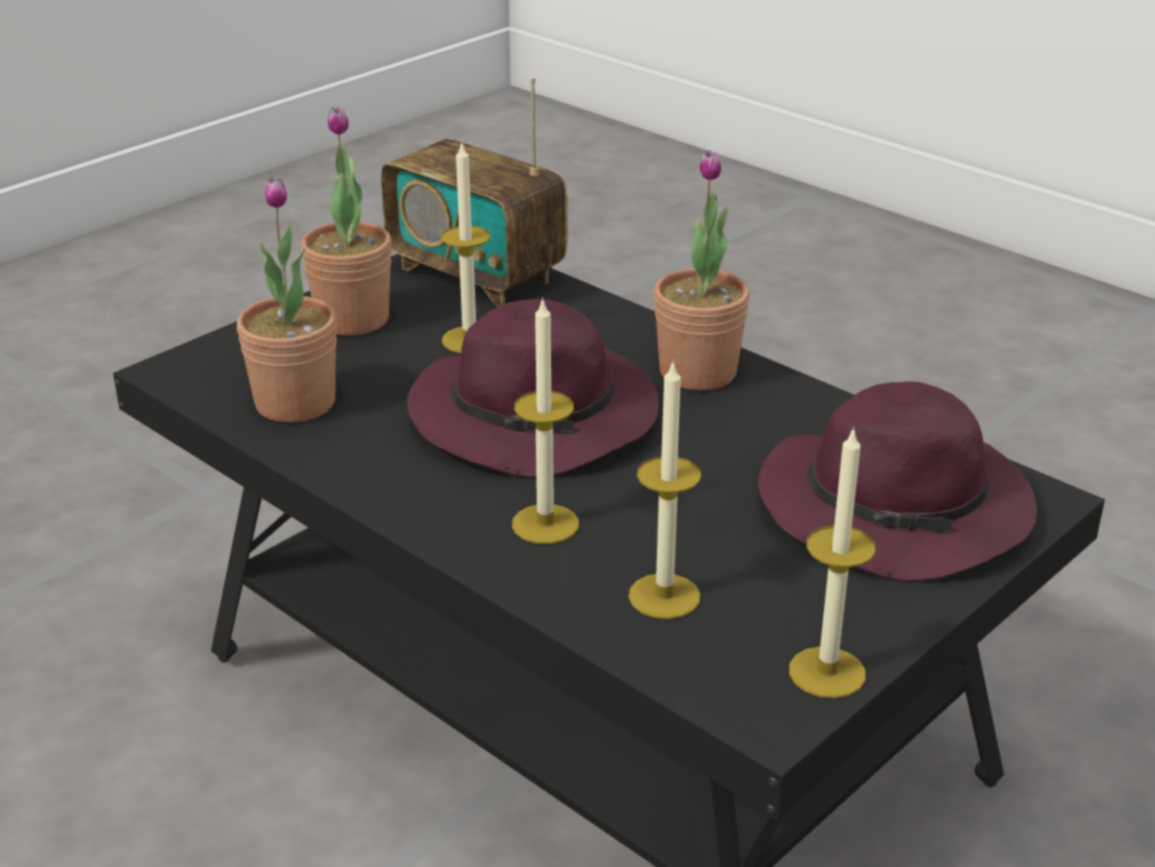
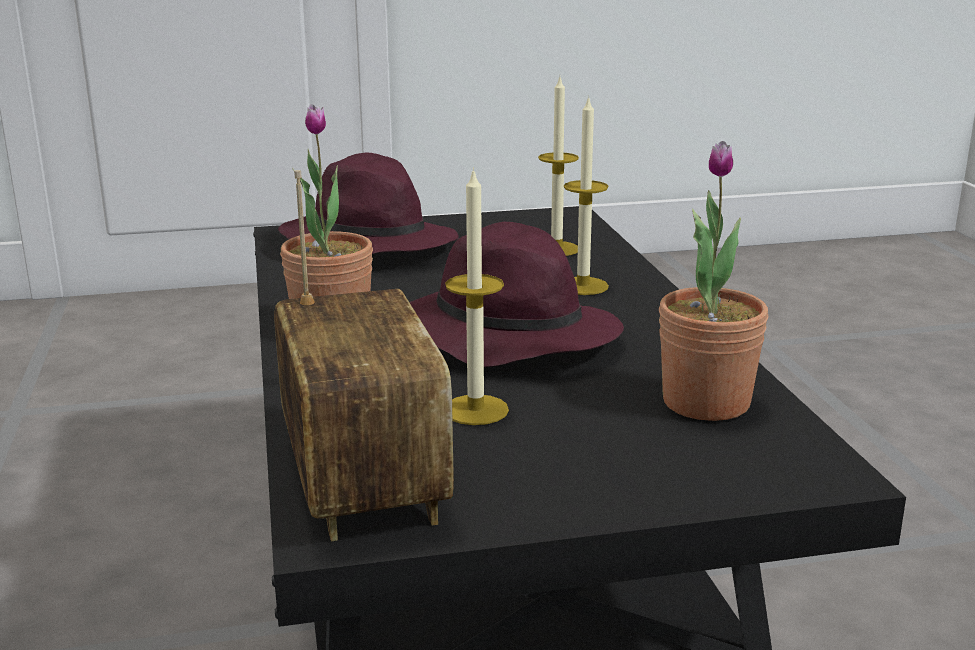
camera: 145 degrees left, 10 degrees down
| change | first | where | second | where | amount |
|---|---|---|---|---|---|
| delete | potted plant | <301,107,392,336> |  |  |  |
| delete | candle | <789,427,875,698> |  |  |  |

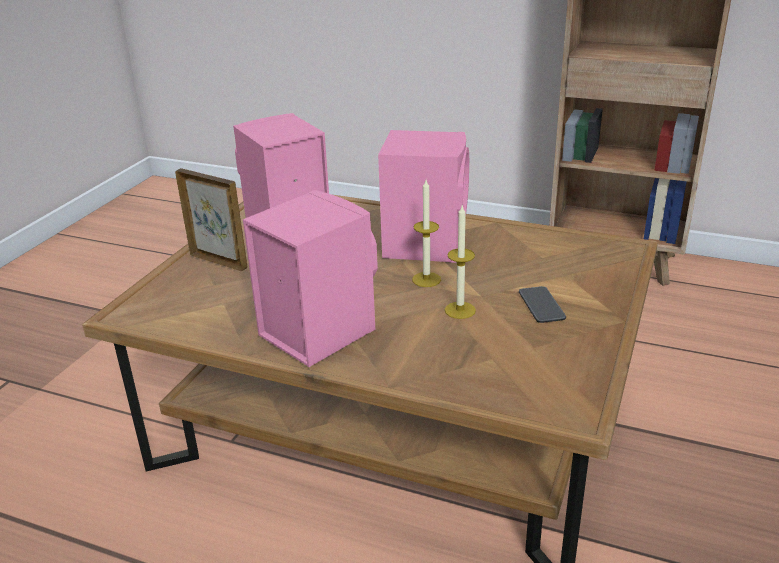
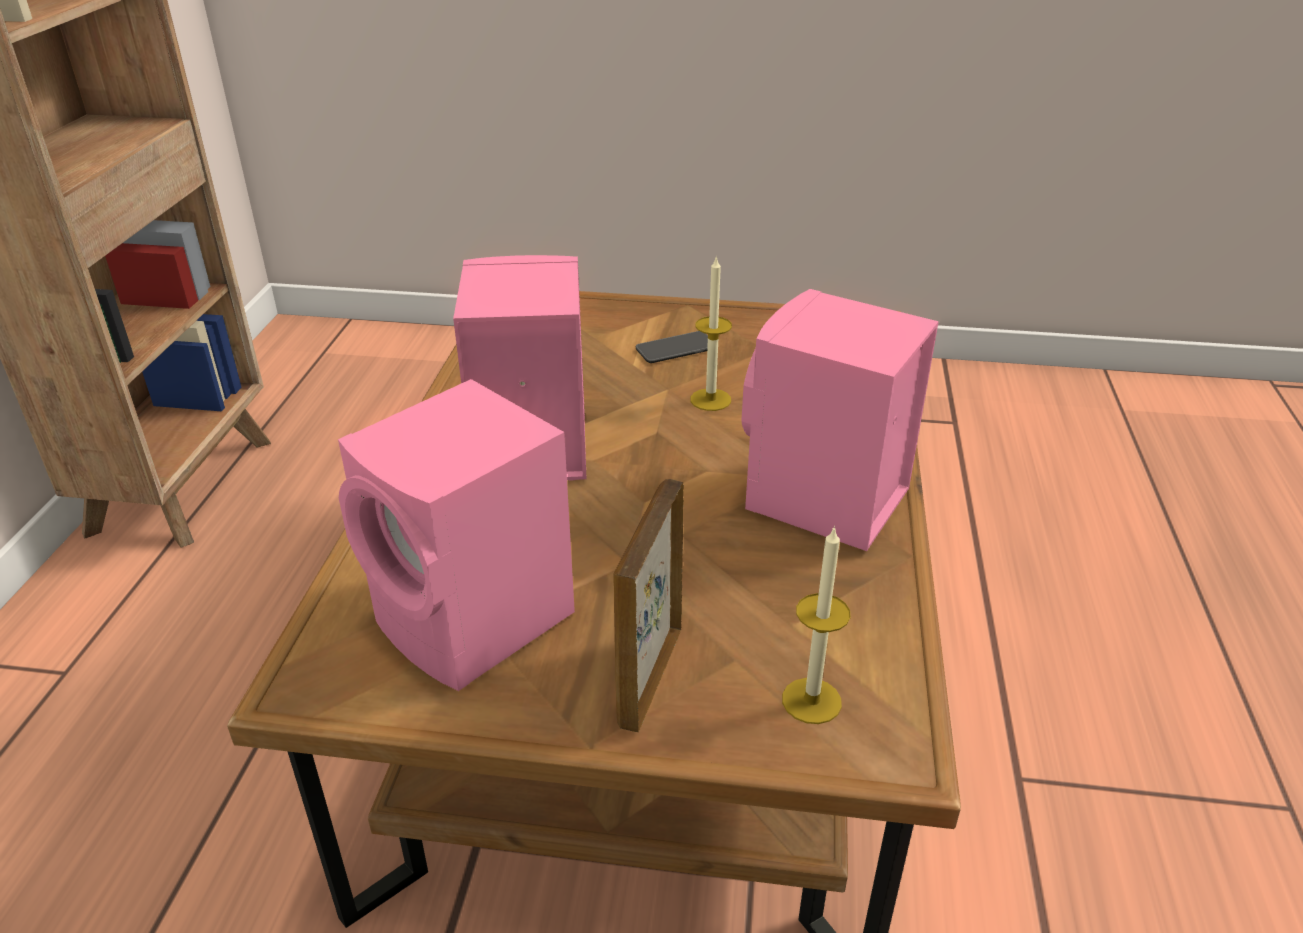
camera: 105 degrees left, 5 degrees up
| change | first | where | second | where | amount |
|---|---|---|---|---|---|
| move | candle | <412,180,441,287> |  | <782,526,851,724> |  |

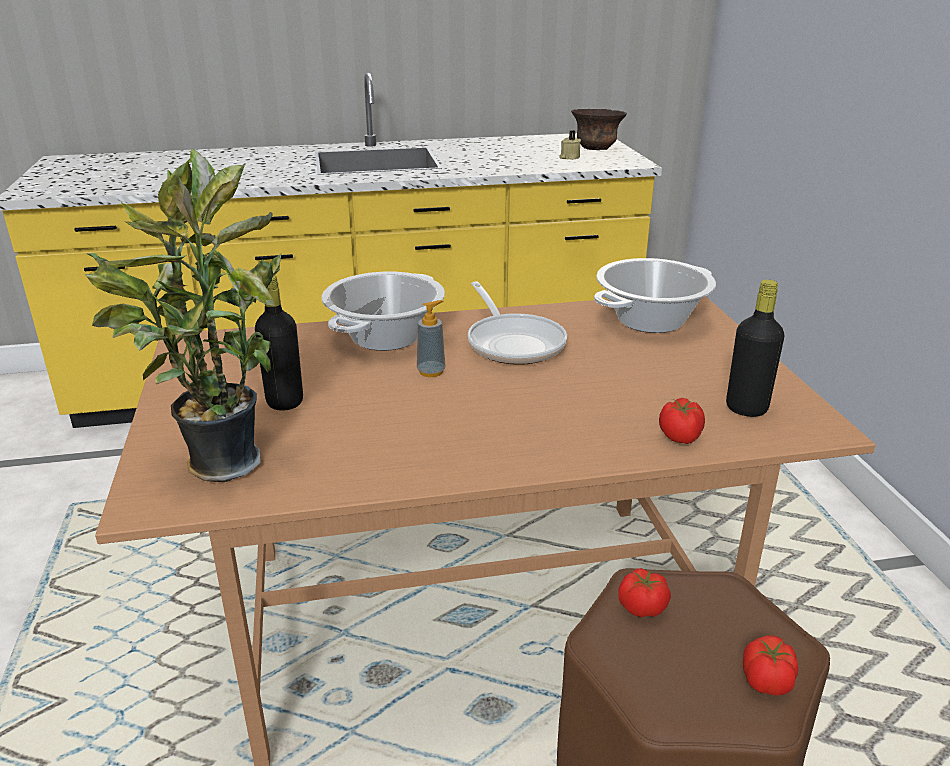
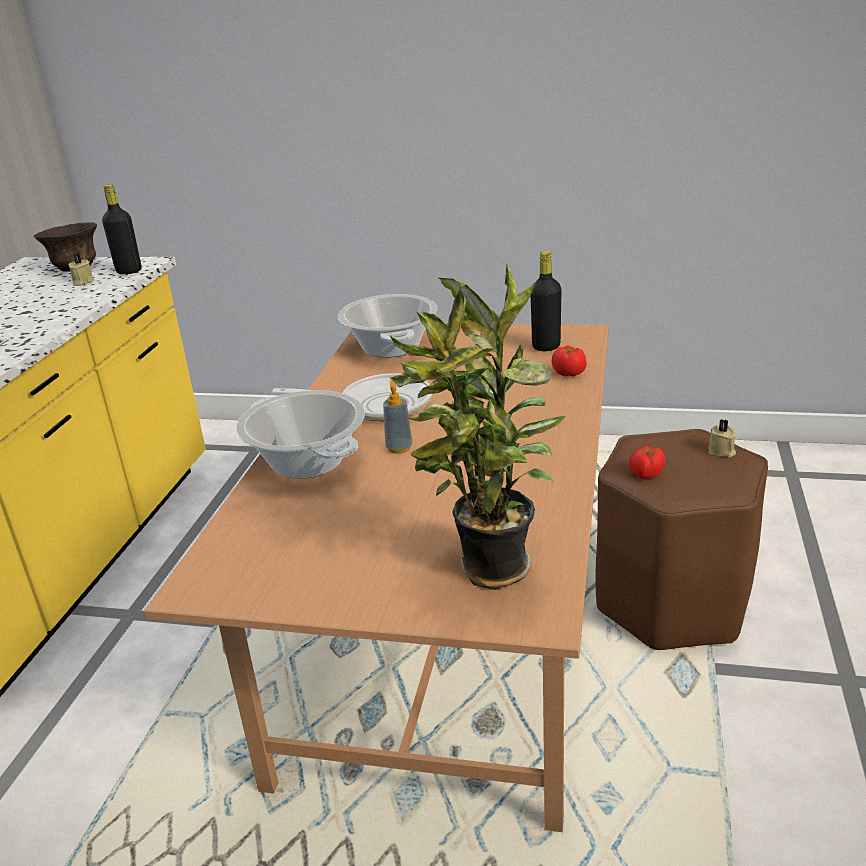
camera: 65 degrees left, 0 degrees up
| change | first | where | second | where | amount |
|---|---|---|---|---|---|
| move | black bottle | <255,275,303,411> |  | <102,184,141,274> |  |
| replace | tomato | <743,635,799,696> | beige candle | <708,419,736,457> |  |

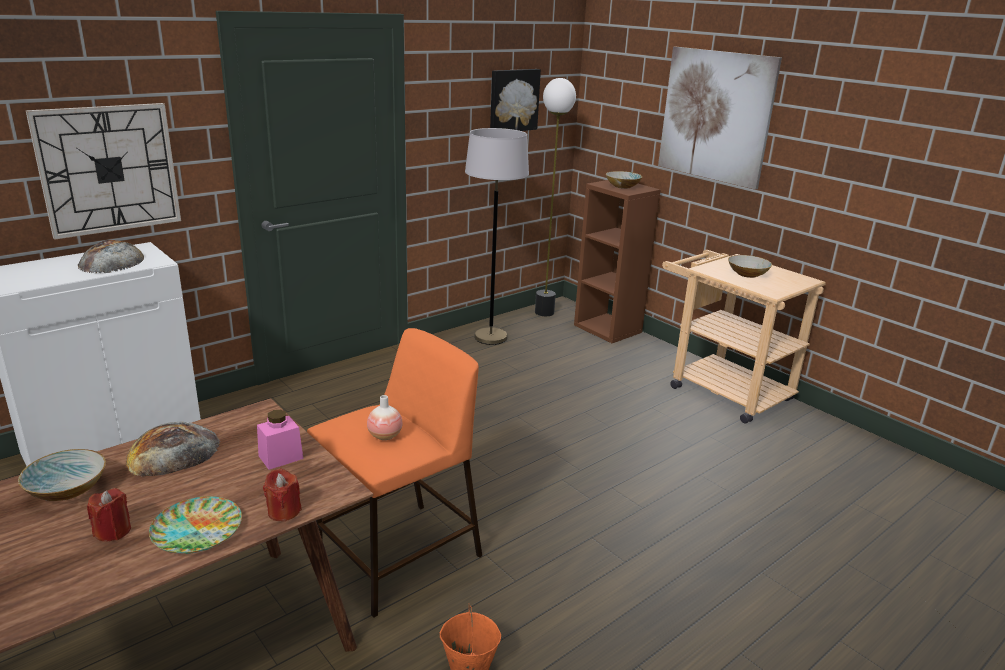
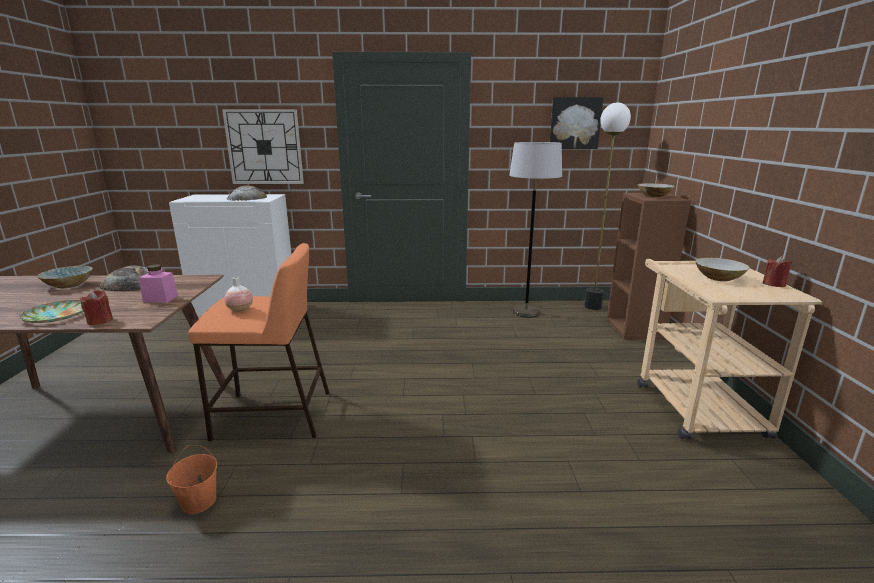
camera: 40 degrees right, 5 degrees down
| change | first | where | second | where | amount |
|---|---|---|---|---|---|
| delete | picture | <658,47,782,190> |  |  |  |
| move | red candle | <87,488,131,542> |  | <763,256,792,287> |  |

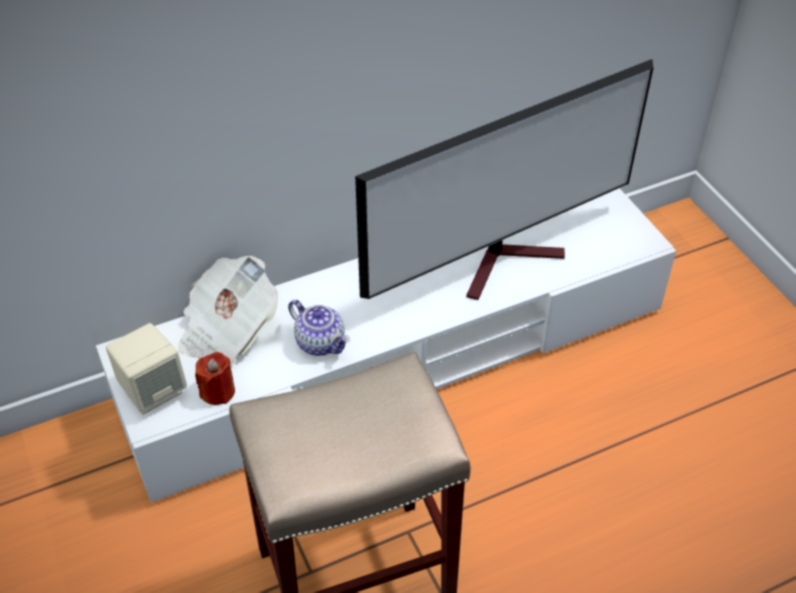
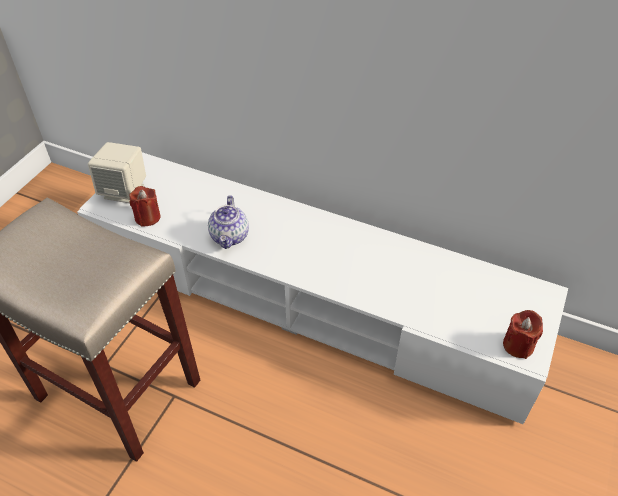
camera: 50 degrees right, 0 degrees up
| change | first | where | second | where | amount |
|---|---|---|---|---|---|
| delete | newspaper | <178,256,278,364> |  |  |  |
| delete | television | <355,59,653,300> |  |  |  |
| insert |  |  | red candle | <503,310,543,359> |  |

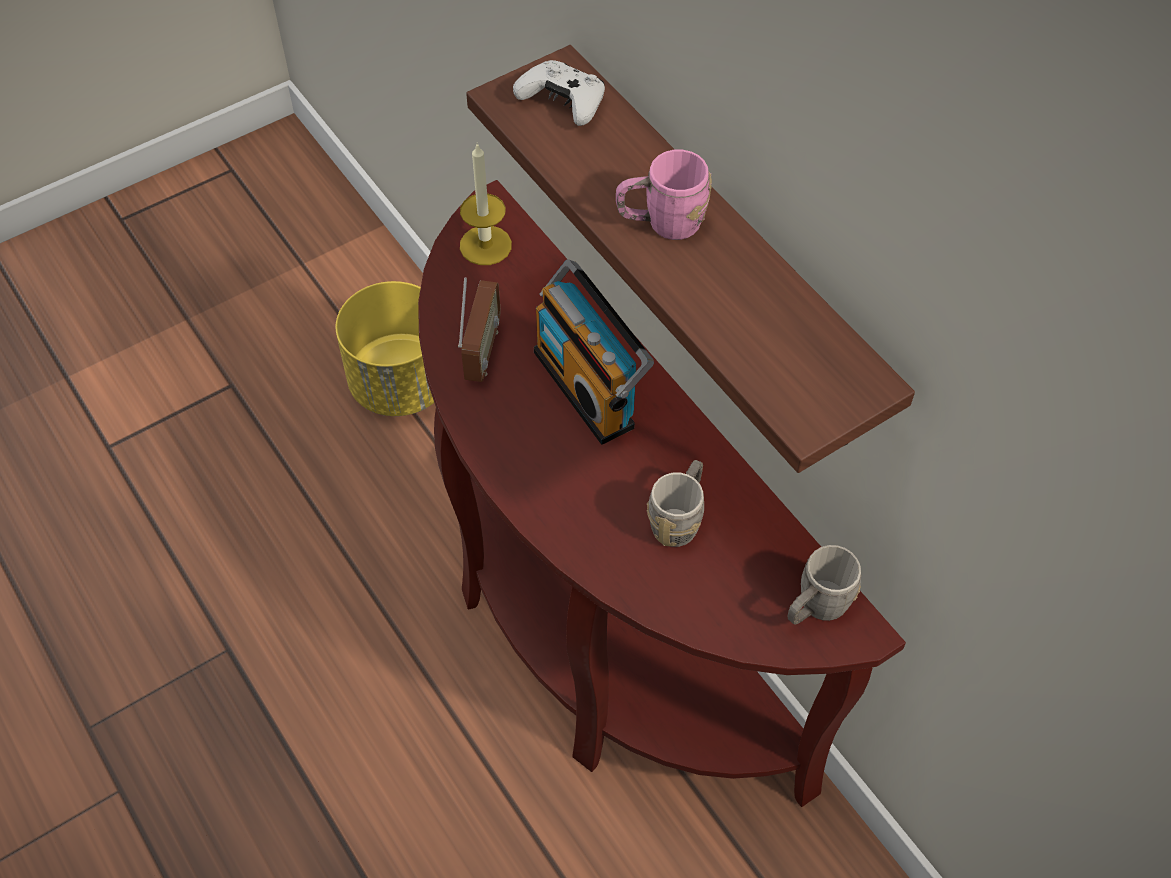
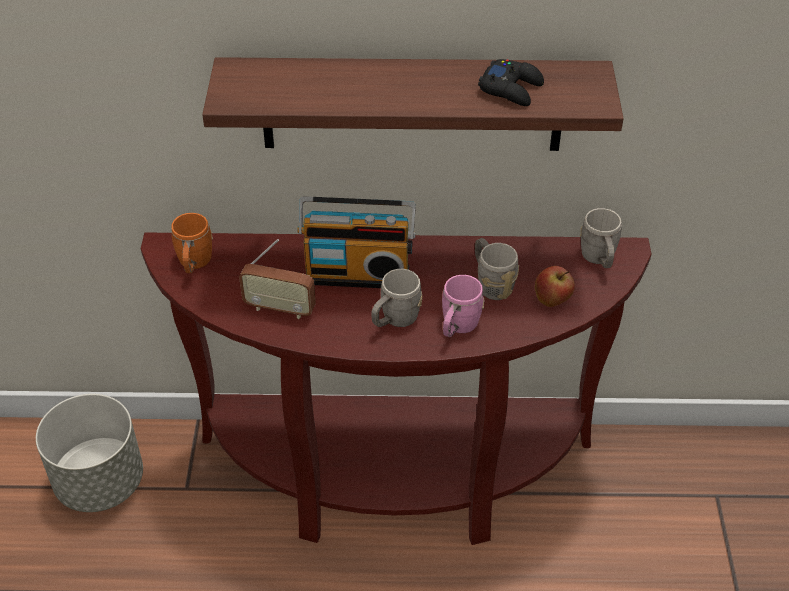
camera: 55 degrees left, 10 degrees down
| change | first | where | second | where | amount |
|---|---|---|---|---|---|
| delete | white game controller | <513,60,605,126> |  |  |  |
| insert |  |  | grey mug | <372,269,422,327> |  |
| insert |  |  | black game controller | <478,59,544,106> |  |
| insert |  |  | apple | <535,266,575,307> |  |
| move | pink mug | <616,150,712,240> |  | <442,275,485,337> |  |
| replace | candle | <460,144,512,265> | orange mug | <171,213,213,273> |  |
| recolor | yellow planter | <336,281,434,416> | grey planter | <36,394,143,512> |  |
| rotate | radio | <458,278,501,382> |  | <239,239,316,319> | 150 degrees clockwise |

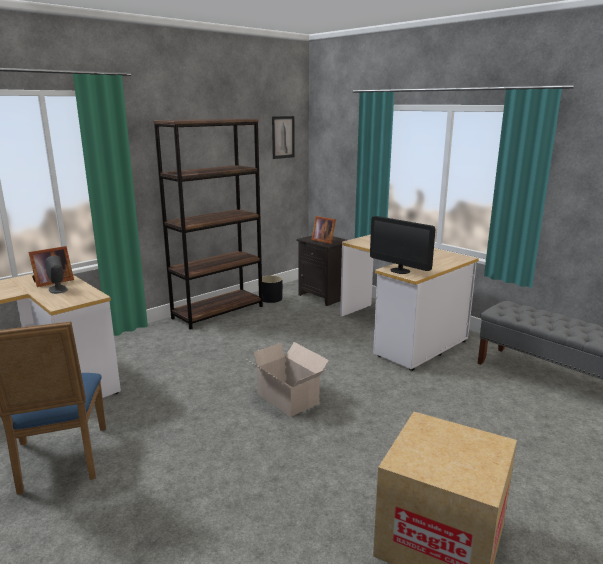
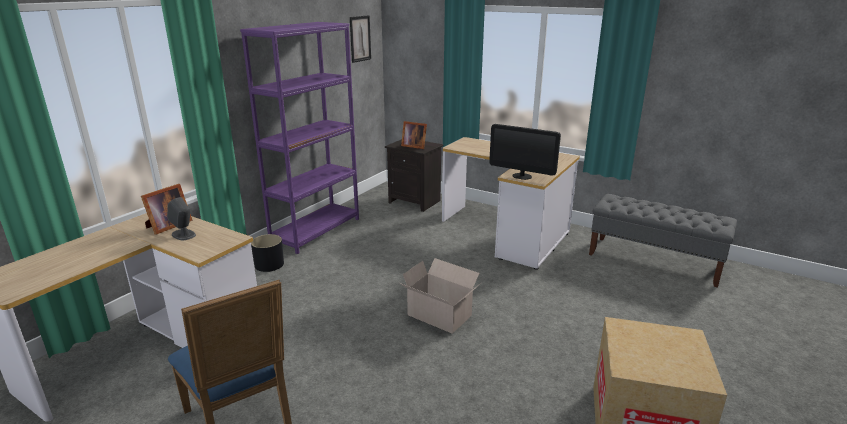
camera: 15 degrees left, 5 degrees up
| change | first | where | second | where | amount |
|---|---|---|---|---|---|
| move | black planter | <262,275,283,303> |  | <251,234,284,272> |  |
| recolor | brown bookcase | <153,119,263,330> | purple bookcase | <240,22,359,254> |  |

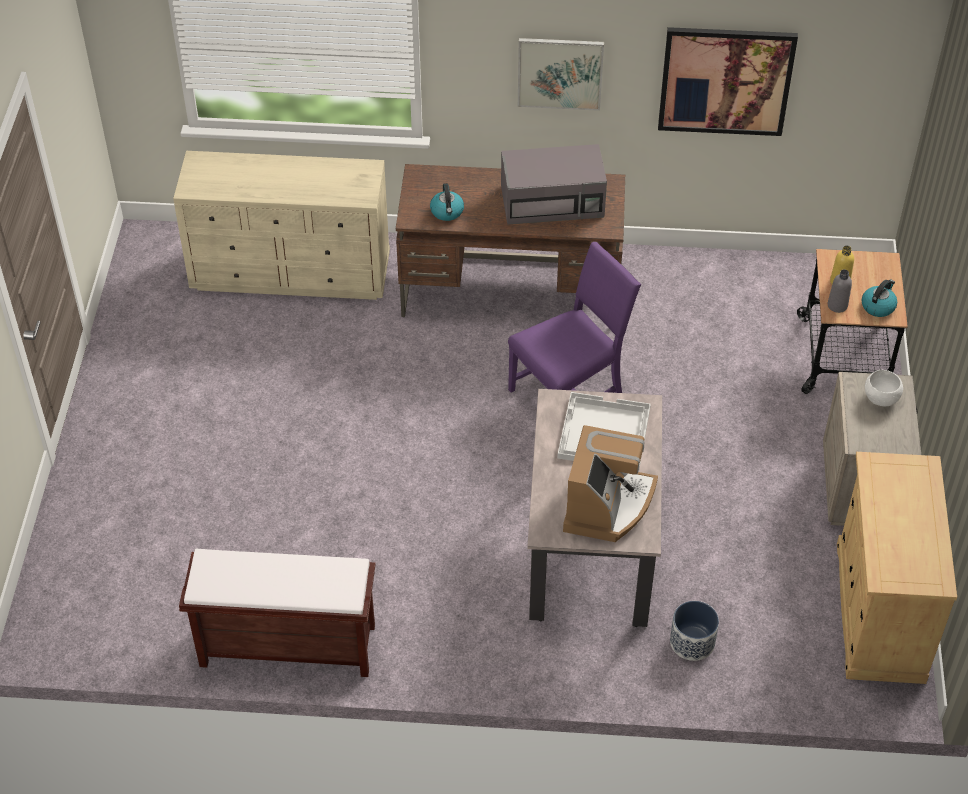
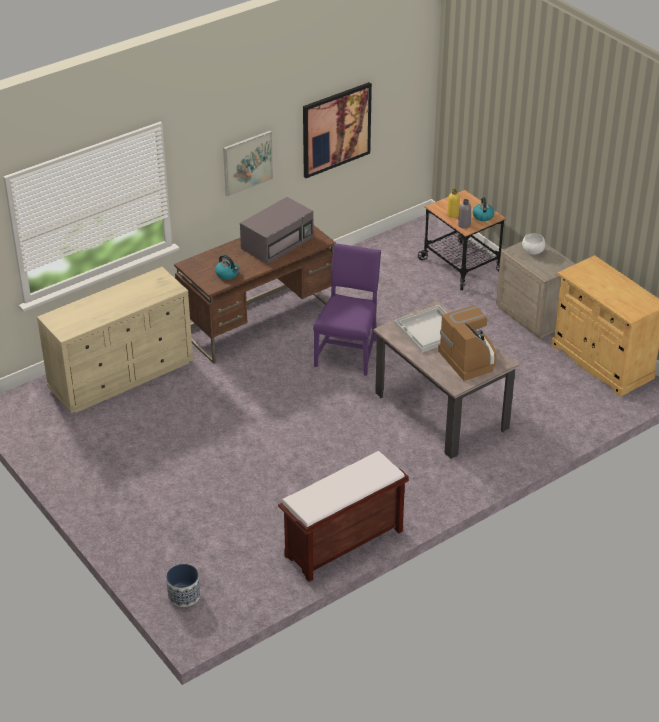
camera: 40 degrees left, 10 degrees down
| change | first | where | second | where | amount |
|---|---|---|---|---|---|
| move | planter | <670,601,719,661> |  | <166,564,200,607> |  |

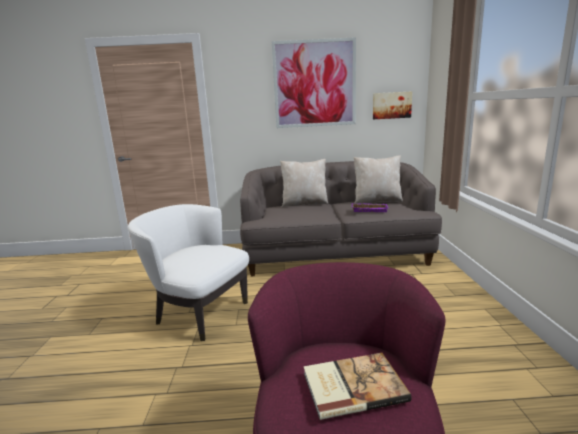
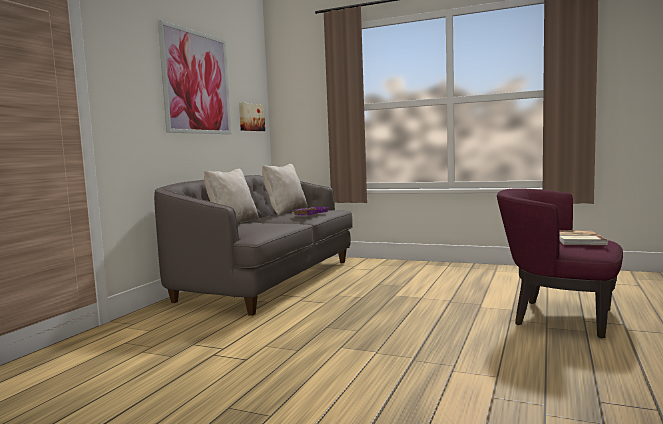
camera: 65 degrees left, 10 degrees down
| change | first | where | second | where | amount |
|---|---|---|---|---|---|
| delete | white armchair | <128,204,249,341> |  |  |  |

